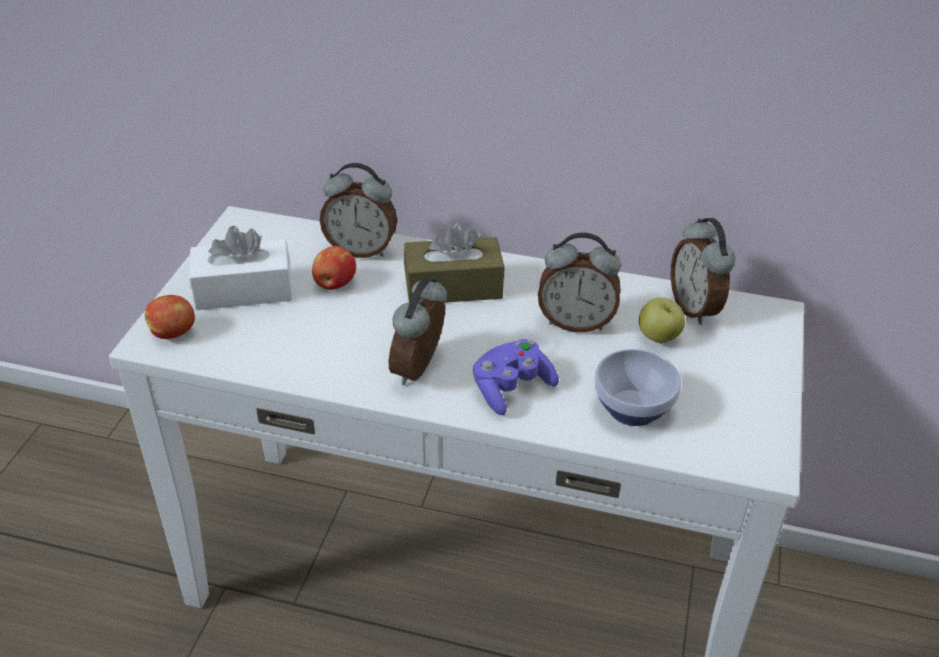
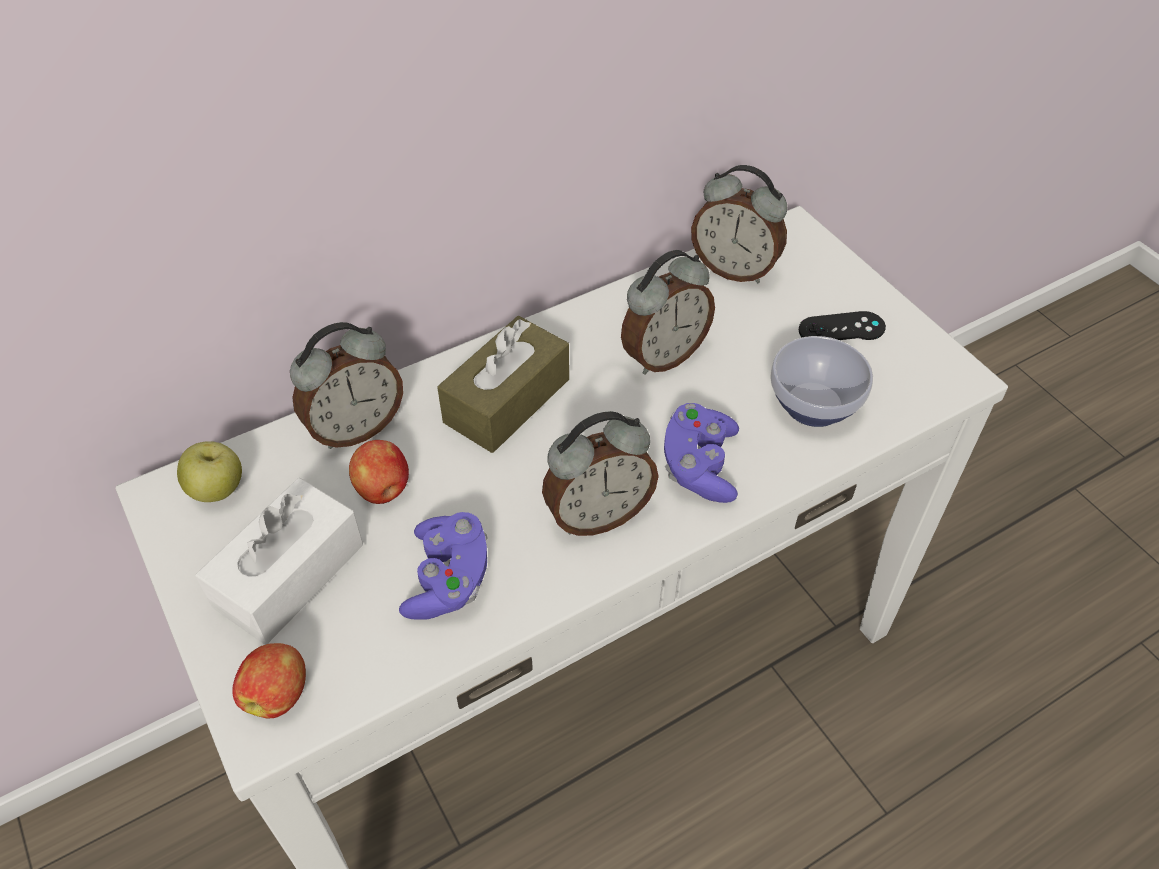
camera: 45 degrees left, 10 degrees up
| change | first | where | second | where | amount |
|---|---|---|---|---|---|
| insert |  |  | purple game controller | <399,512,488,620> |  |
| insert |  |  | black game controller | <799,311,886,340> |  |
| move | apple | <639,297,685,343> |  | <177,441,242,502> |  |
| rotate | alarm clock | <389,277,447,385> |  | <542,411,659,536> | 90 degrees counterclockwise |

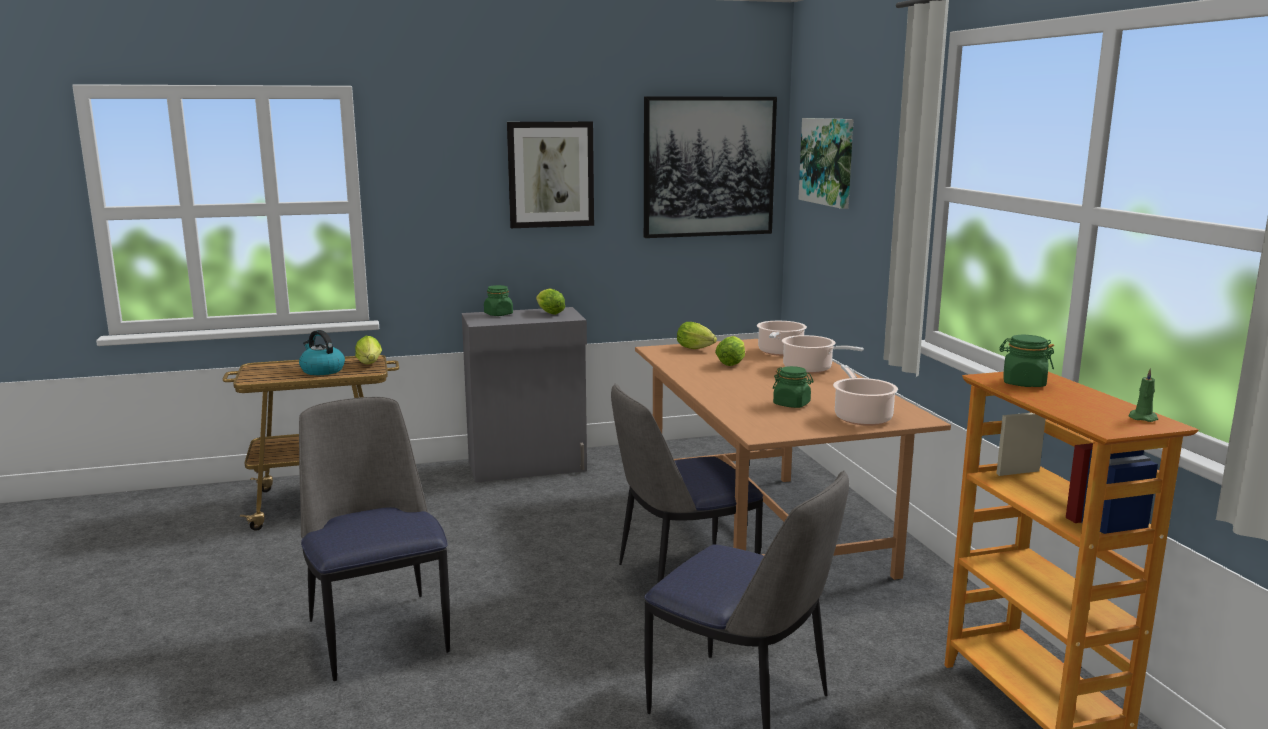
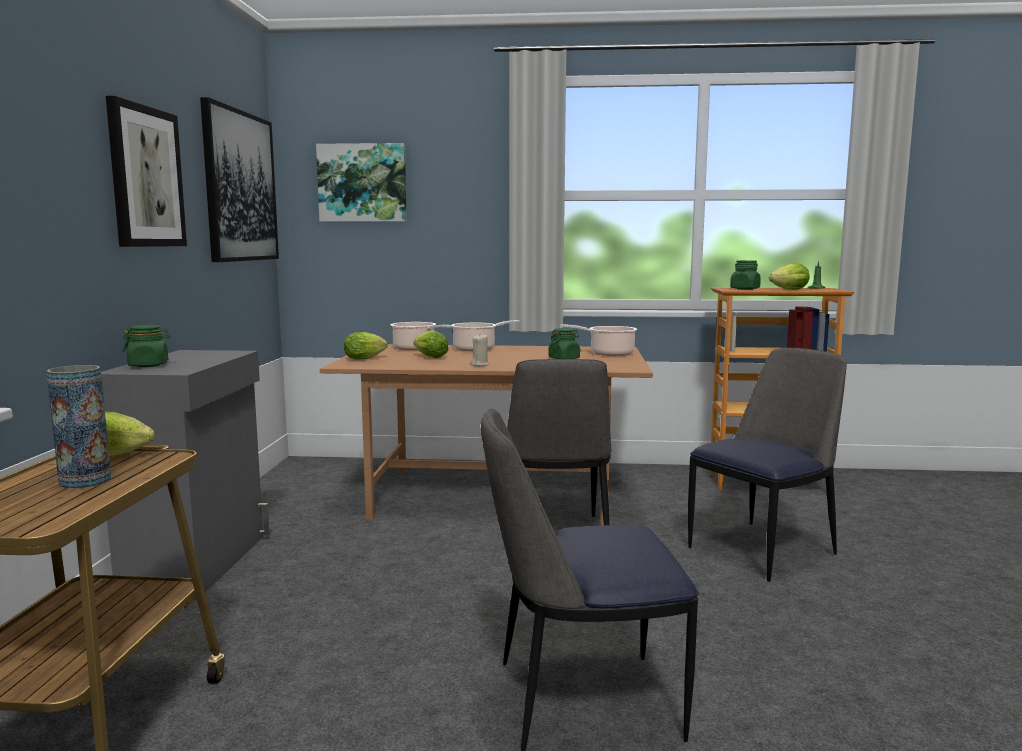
camera: 70 degrees left, 5 degrees down
| change | first | where | second | where | amount |
|---|---|---|---|---|---|
| insert |  |  | beige candle | <470,335,489,366> |  |
| move | lettuce | <536,288,565,315> |  | <769,263,810,290> |  |
| replace | kettle | <299,330,345,375> | vase | <46,365,111,489> |  |

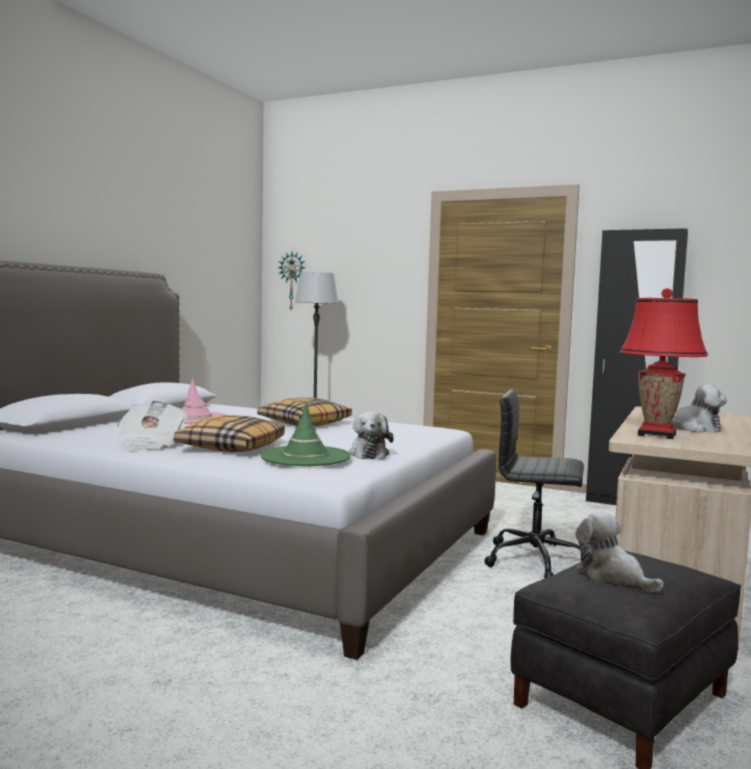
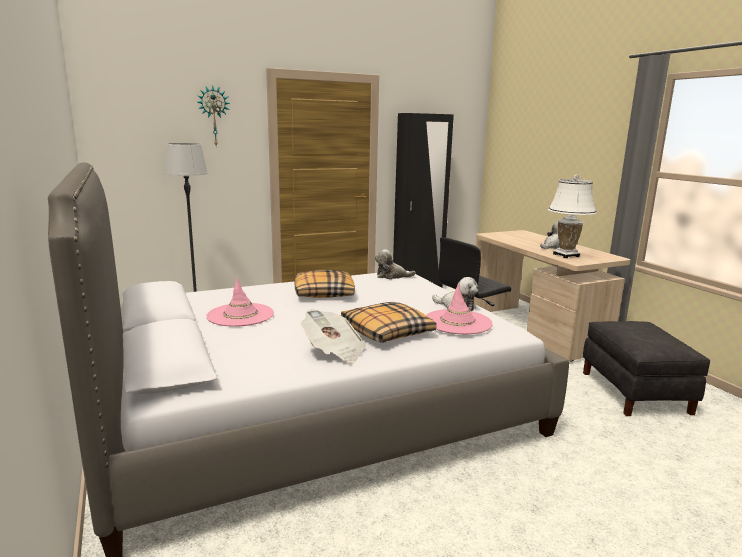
camera: 50 degrees left, 10 degrees up
| change | first | where | second | where | amount |
|---|---|---|---|---|---|
| move | wall clock | <278,252,306,310> |  | <197,86,230,146> |  |
| move | plush toy | <575,512,664,592> |  | <375,249,416,279> |  |
| recolor | green hat | <260,402,351,466> | pink hat | <426,283,493,334> |  |
| recolor | red table lamp | <620,288,708,439> | white table lamp | <548,175,596,258> |  |

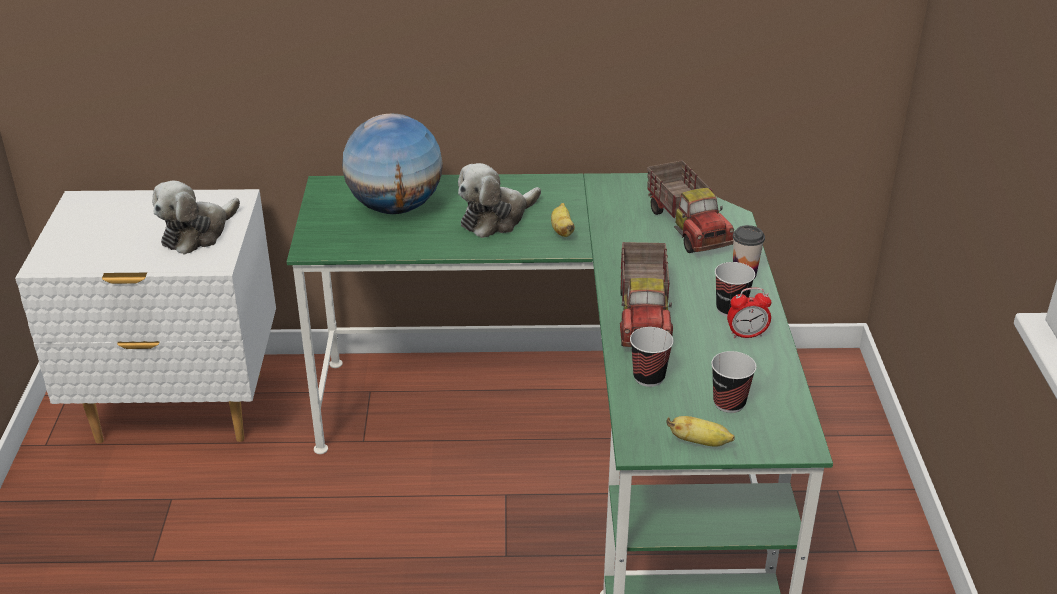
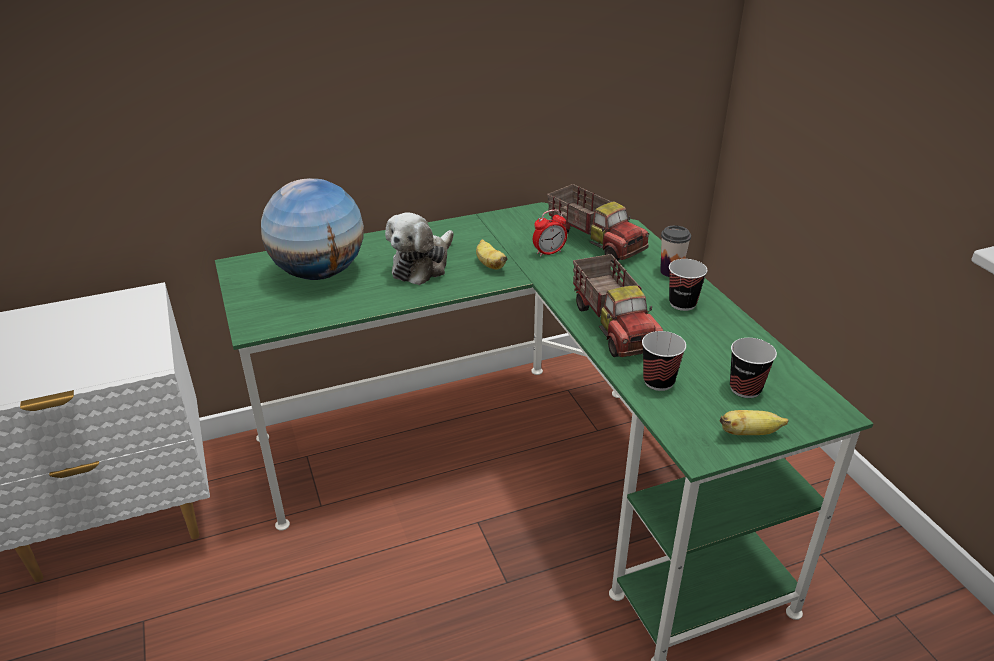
camera: 20 degrees left, 0 degrees up
| change | first | where | second | where | amount |
|---|---|---|---|---|---|
| delete | plush toy | <152,181,240,255> |  |  |  |
| move | alarm clock | <727,288,771,338> |  | <533,210,567,257> |  |

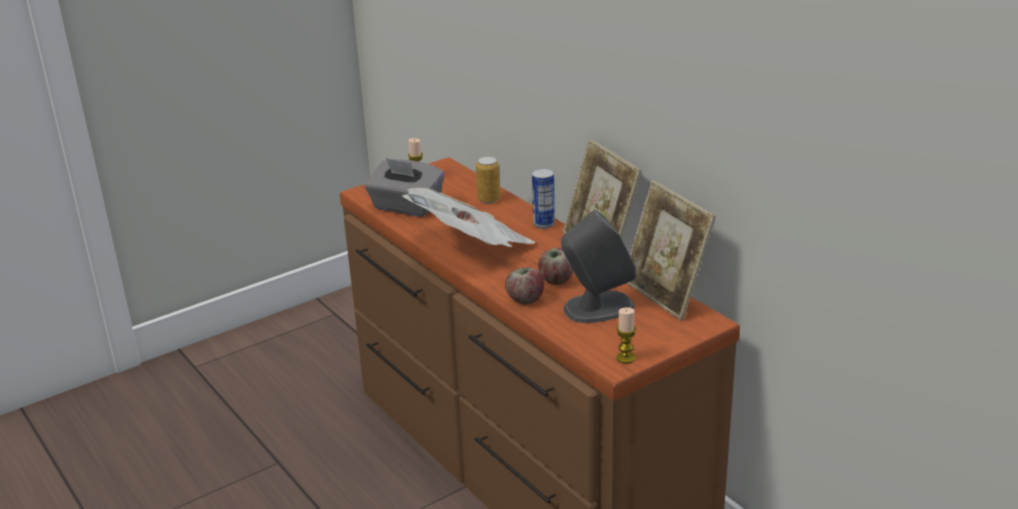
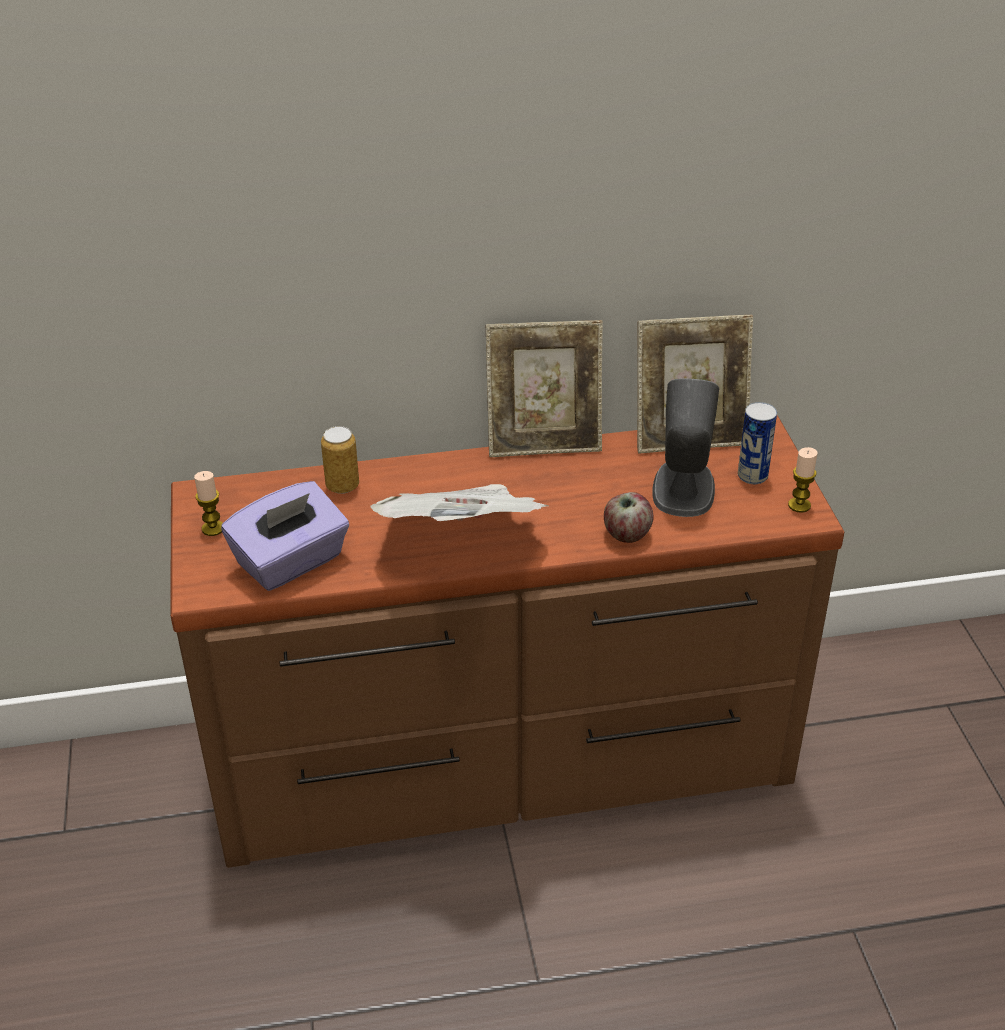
camera: 65 degrees left, 10 degrees up
| change | first | where | second | where | amount |
|---|---|---|---|---|---|
| delete | apple | <538,248,574,285> |  |  |  |
| move | can | <532,168,555,229> |  | <738,402,777,484> |  |
| recolor | grey tissue box | <365,158,444,217> | purple tissue box | <221,481,349,591> |  |

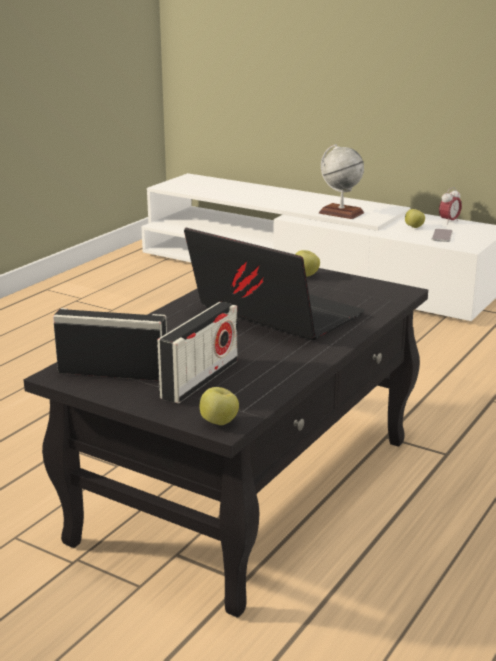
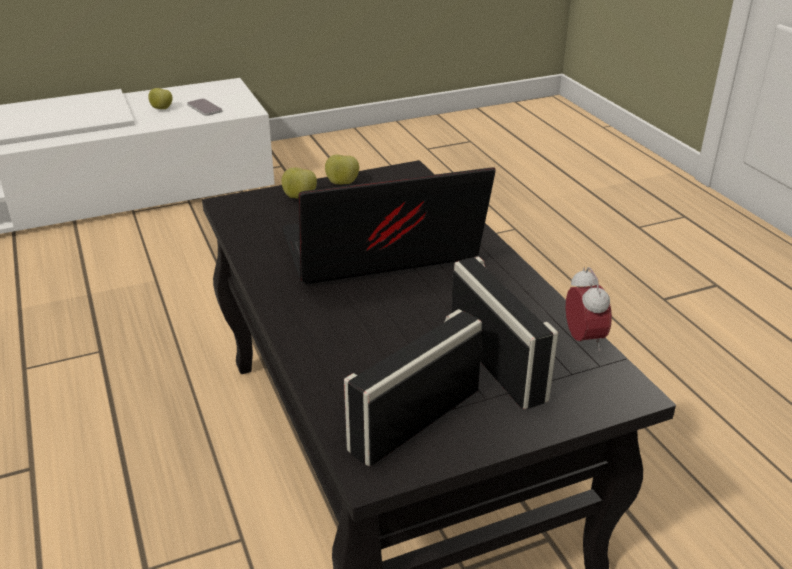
camera: 55 degrees left, 10 degrees up
| change | first | where | second | where | amount |
|---|---|---|---|---|---|
| delete | globe | <319,144,364,219> |  |  |  |
| move | apple | <200,387,239,425> |  | <325,155,359,185> |  |
| move | alarm clock | <439,187,462,225> |  | <566,267,612,351> |  |

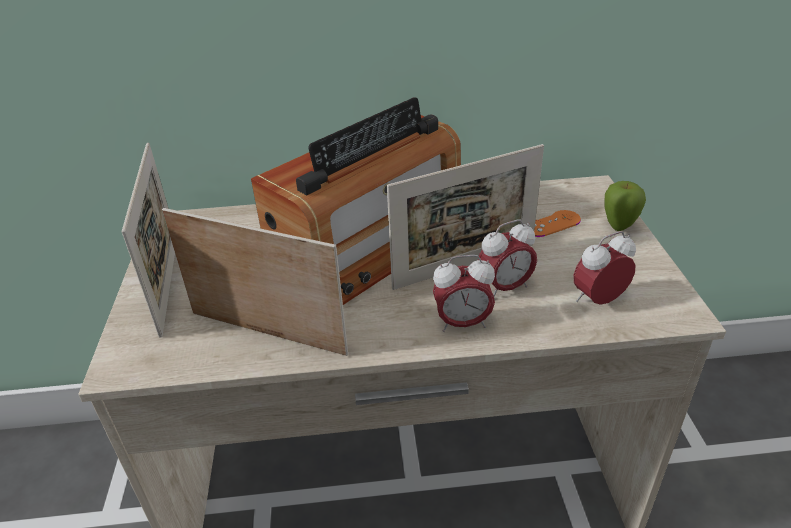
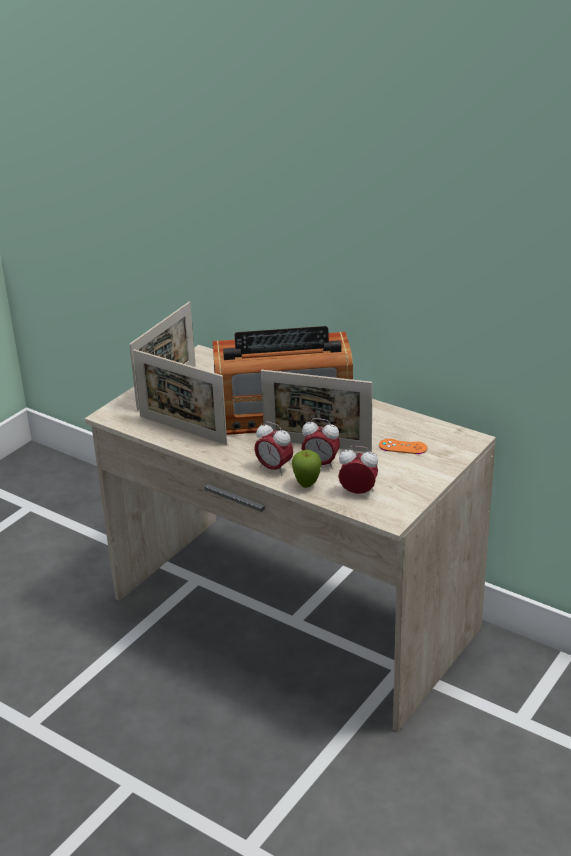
camera: 40 degrees right, 5 degrees down
| change | first | where | second | where | amount |
|---|---|---|---|---|---|
| move | apple | <604,181,646,231> |  | <292,450,321,488> |  |
| rotate | picture frame | <162,208,348,356> |  | <133,349,227,445> | 150 degrees clockwise |

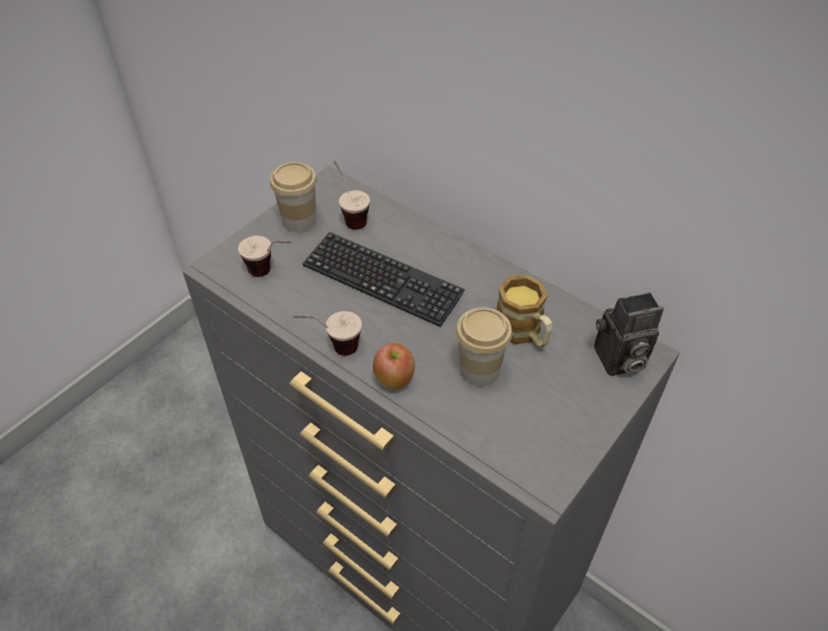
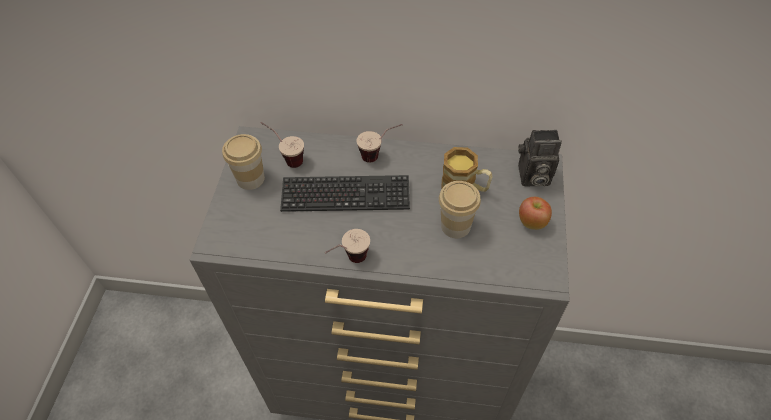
camera: 30 degrees left, 5 degrees up
| change | first | where | second | where | amount |
|---|---|---|---|---|---|
| move | cup | <238,236,291,277> |  | <356,124,402,163> |  |
| move | apple | <373,343,415,390> |  | <519,197,552,230> |  |
| rotate | photo camera | <594,292,664,376> |  | <518,130,562,187> | 45 degrees clockwise |

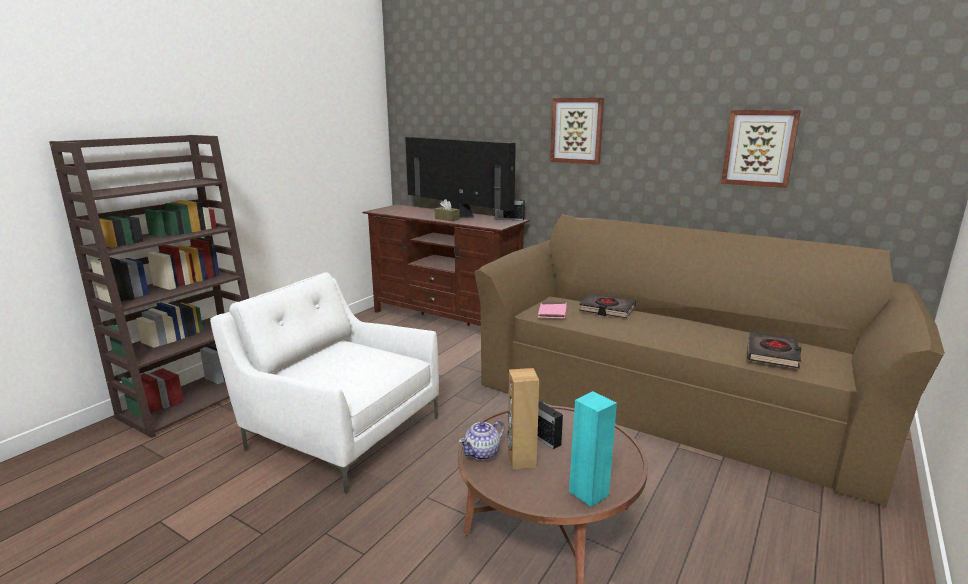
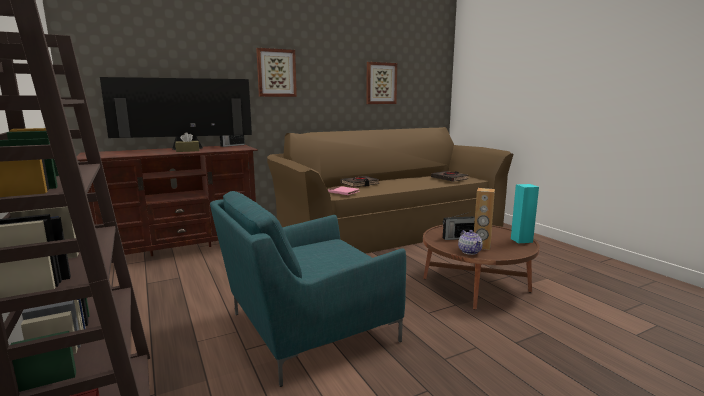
camera: 60 degrees left, 5 degrees down
| change | first | where | second | where | amount |
|---|---|---|---|---|---|
| recolor | white armchair | <210,272,439,494> | turquoise armchair | <210,191,406,387> |  |

